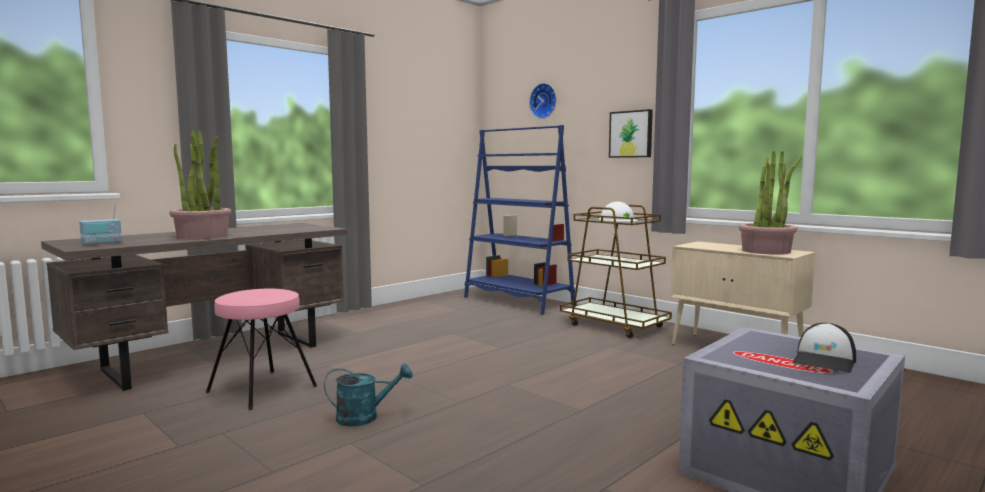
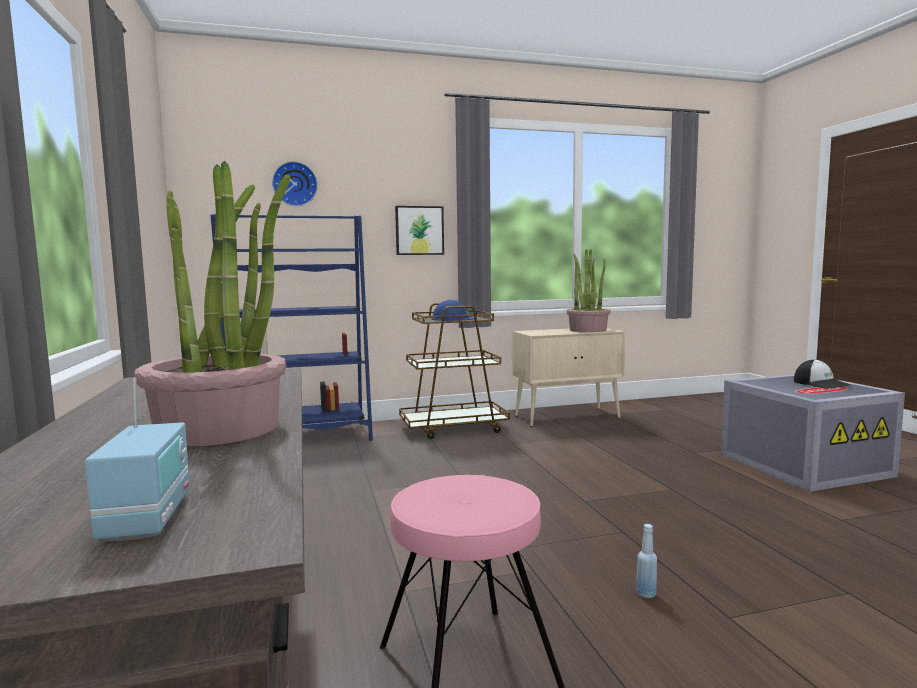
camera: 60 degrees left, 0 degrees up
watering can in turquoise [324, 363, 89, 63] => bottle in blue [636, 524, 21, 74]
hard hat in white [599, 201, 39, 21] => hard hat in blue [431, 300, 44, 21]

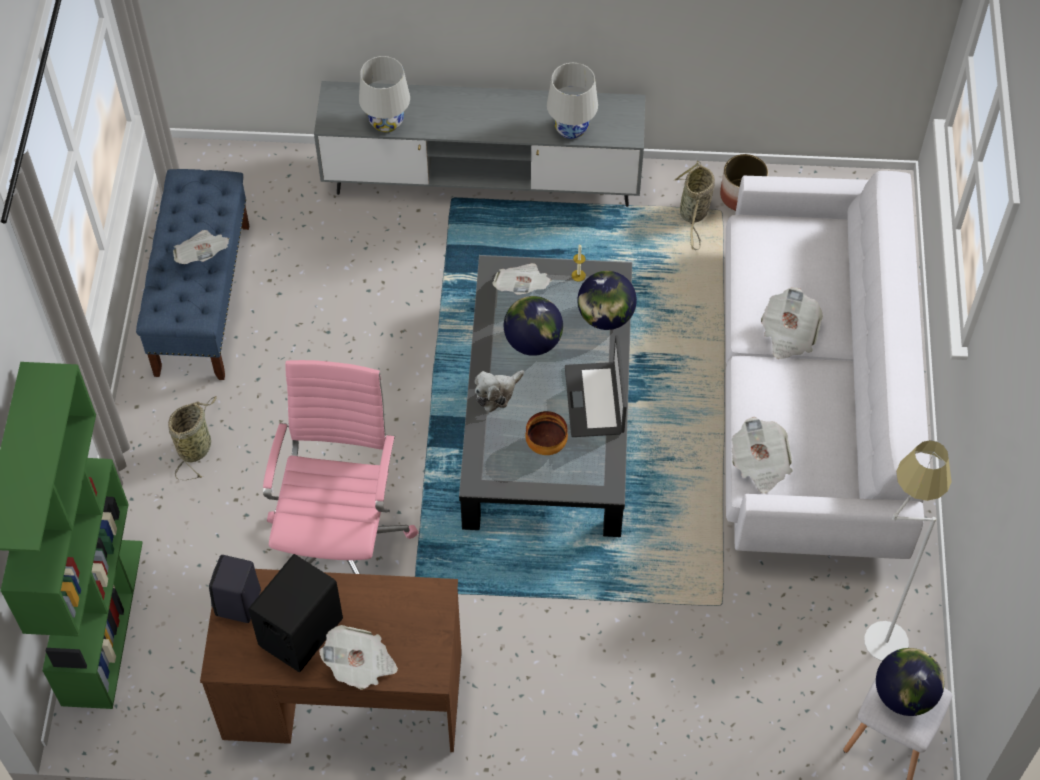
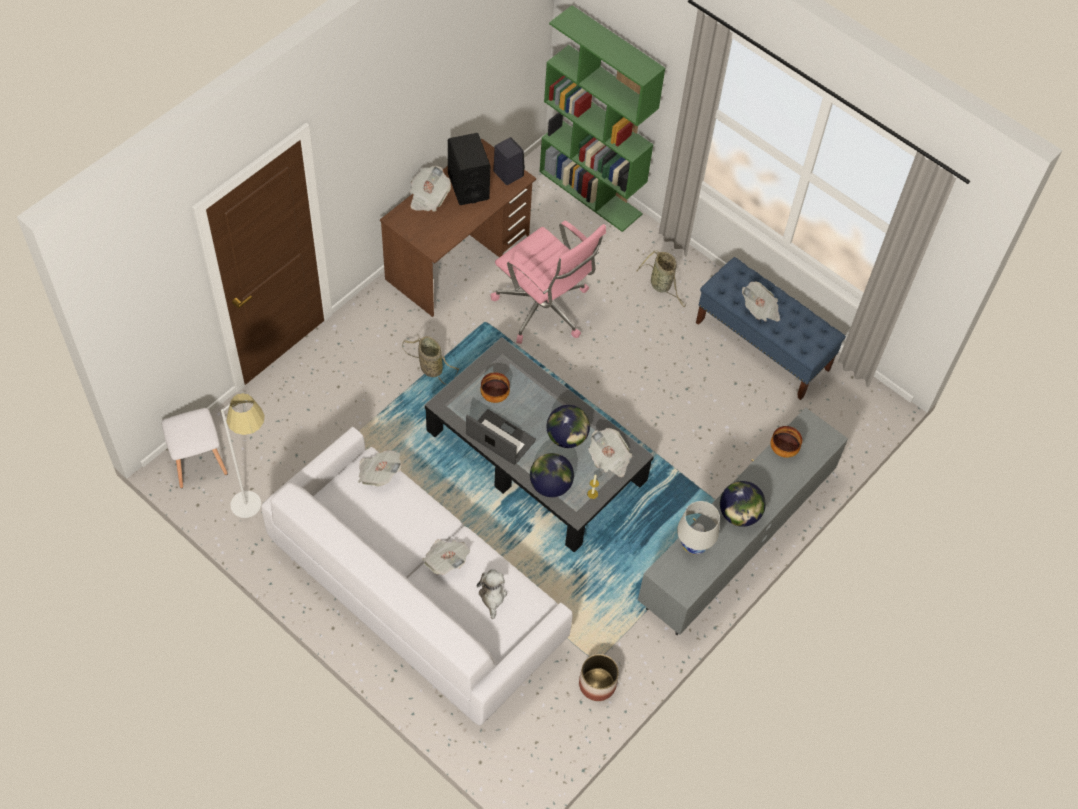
camera: 125 degrees right, 0 degrees up
table lamp in white [359, 56, 51, 77] => bowl [771, 426, 31, 32]
plush toy [475, 370, 49, 42] => plush toy [477, 569, 30, 50], moved
basket [674, 161, 41, 89] => basket [402, 336, 57, 49], moved
globe [876, 648, 68, 68] => globe [720, 481, 46, 46], moved

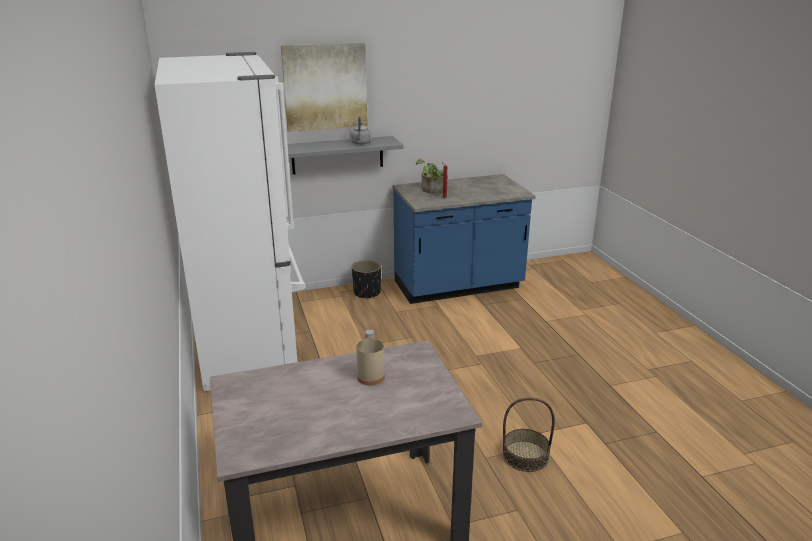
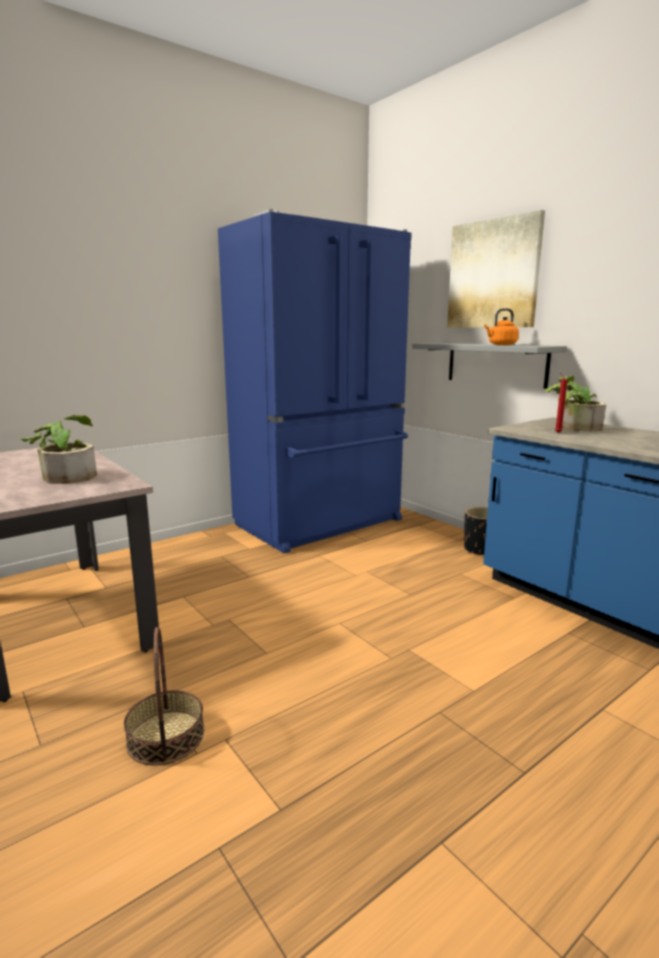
camera: 70 degrees right, 10 degrees down
fridge in white [155, 52, 151, 339] => fridge in blue [218, 209, 194, 344]
kettle in grey [350, 116, 22, 29] => kettle in orange [484, 308, 35, 37]
bottle in beige [356, 330, 29, 56] => potted plant [20, 415, 77, 69]

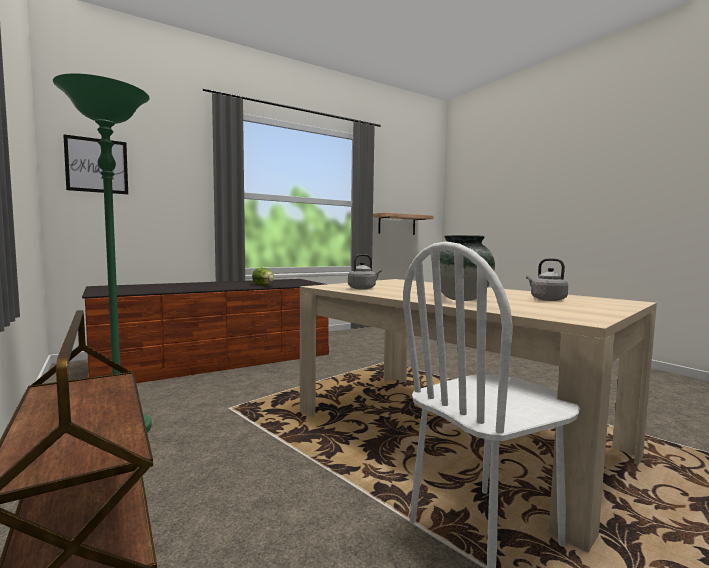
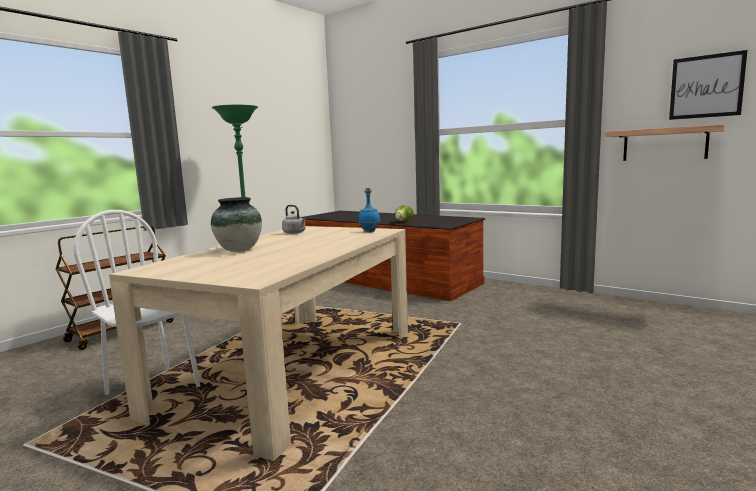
camera: 70 degrees right, 5 degrees up
picture [63, 134, 65, 60] => picture [669, 50, 78, 70], moved
kettle in grey [526, 258, 42, 43] => nothing
nothing => bottle in blue [358, 188, 22, 44]

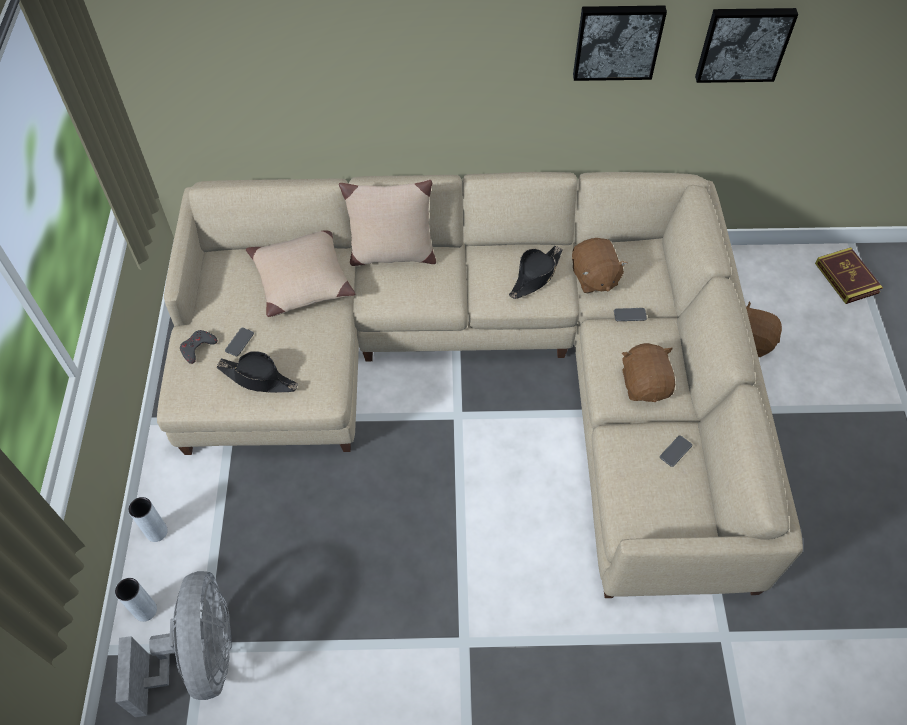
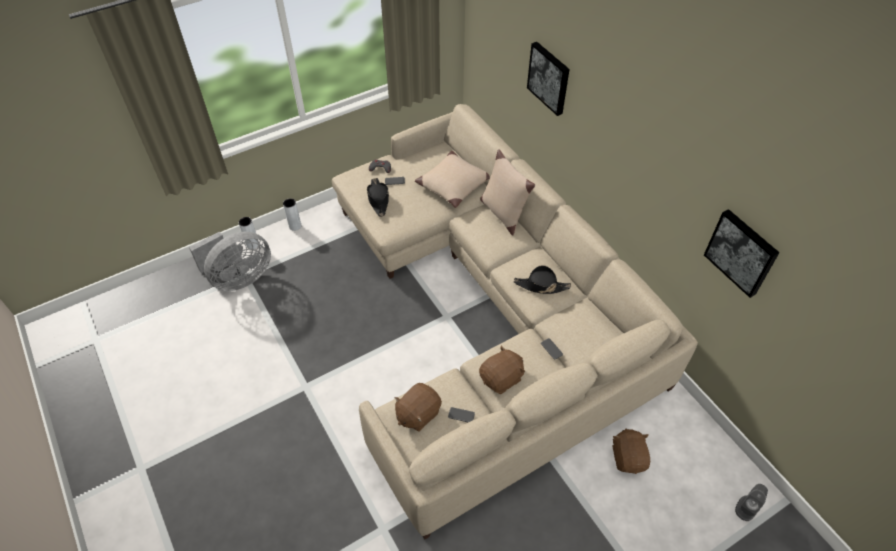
camera: 60 degrees right, 5 degrees down
plush toy in brown [572, 238, 55, 55] => plush toy in brown [394, 383, 48, 49], moved
picture [573, 6, 94, 75] => picture [527, 42, 43, 74], moved
book [815, 247, 68, 57] => speaker in grey [735, 484, 33, 37]

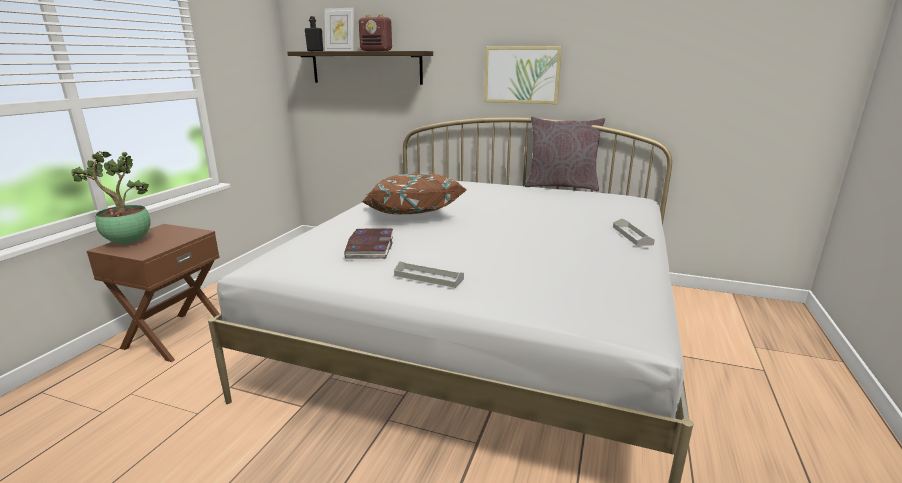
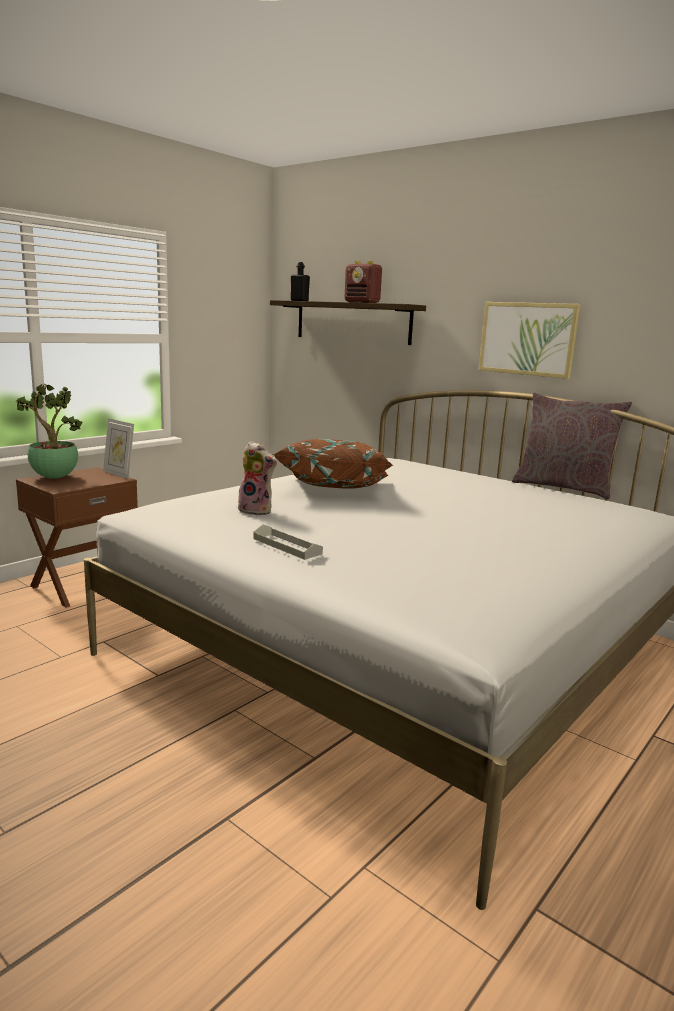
camera: 20 degrees right, 5 degrees down
picture frame [325, 8, 29, 43] => picture frame [103, 418, 31, 61], moved
book [344, 228, 50, 31] => plush toy [238, 441, 39, 75]
tray in grey [613, 218, 42, 28] => nothing

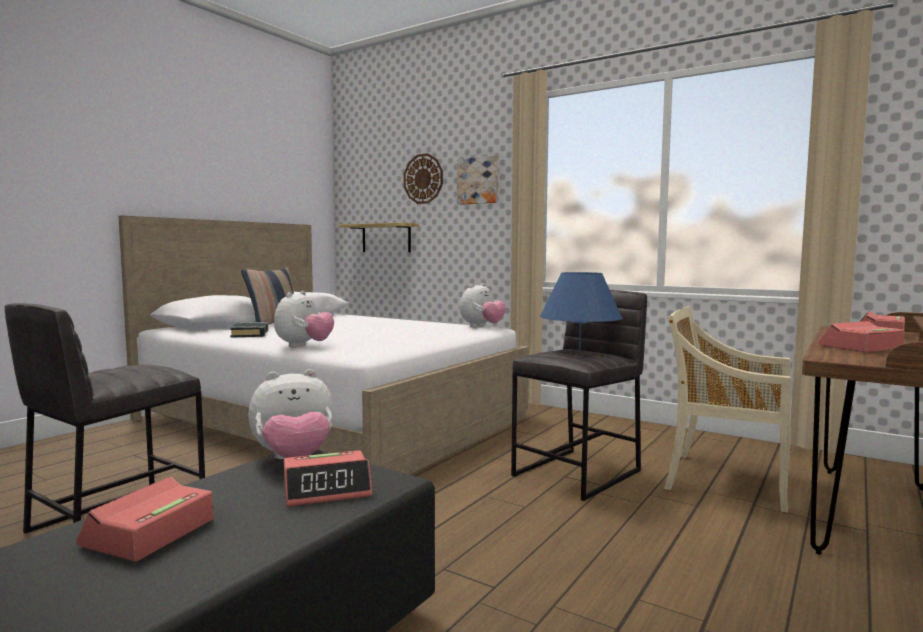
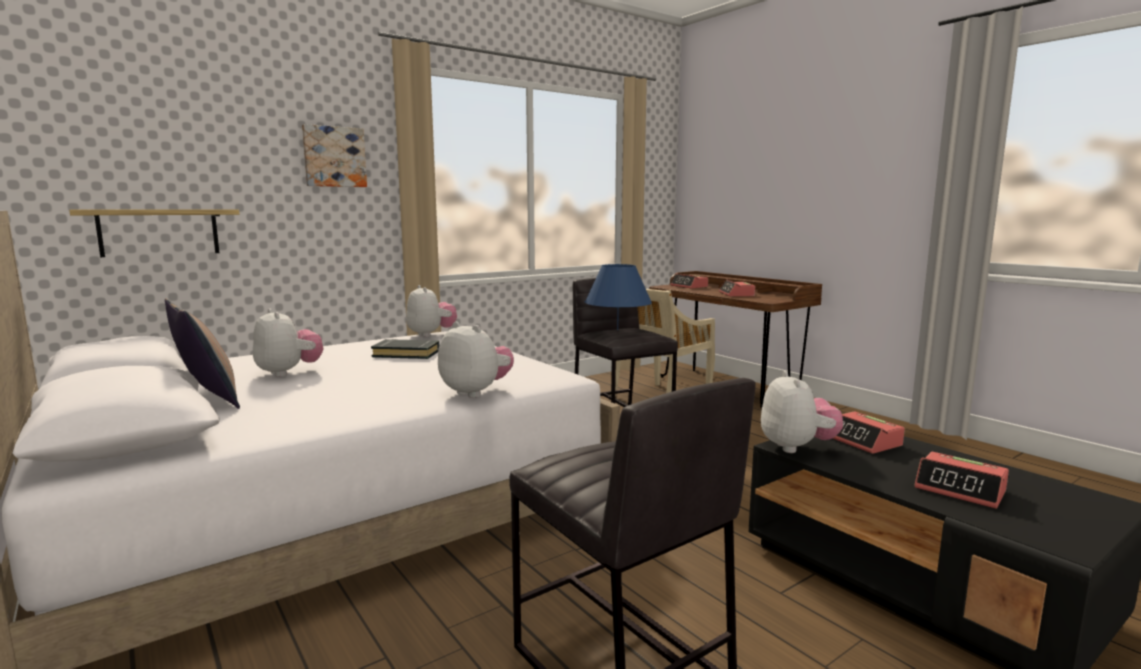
camera: 70 degrees left, 5 degrees up
book in black [230, 322, 39, 16] => book in black [371, 339, 68, 20], moved
alarm clock [284, 450, 88, 57] => alarm clock [832, 411, 73, 43], 150 degrees clockwise
wall clock [404, 153, 39, 51] => nothing
nothing => plush toy [253, 309, 70, 68]

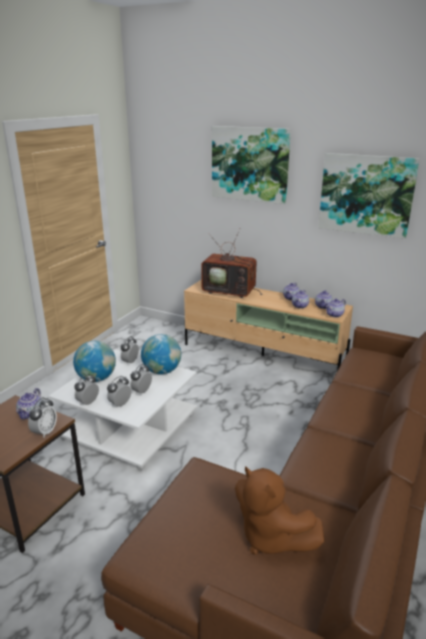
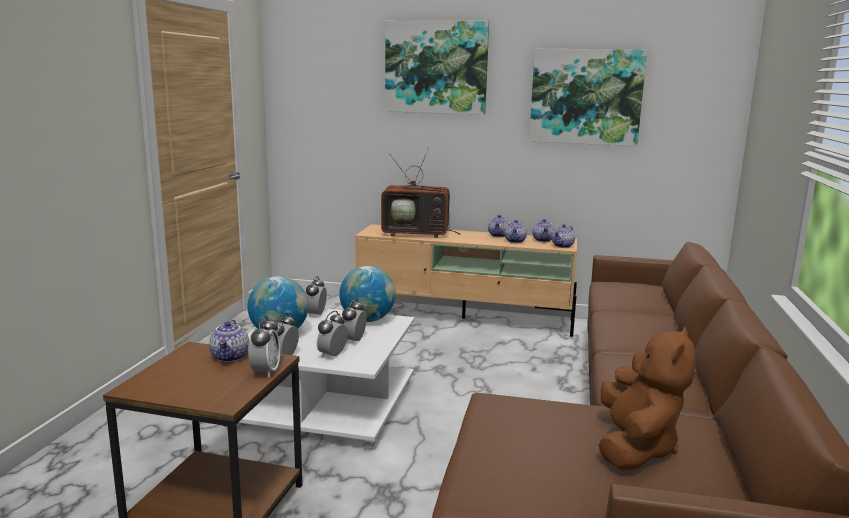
camera: 15 degrees left, 10 degrees down
plush toy in brown [235, 466, 90, 89] => plush toy in brown [599, 327, 97, 143], 105 degrees counterclockwise

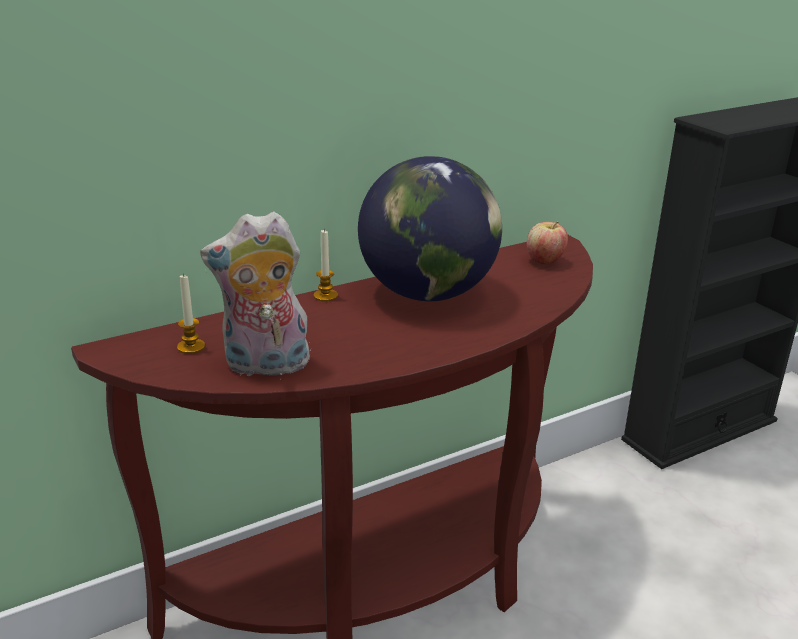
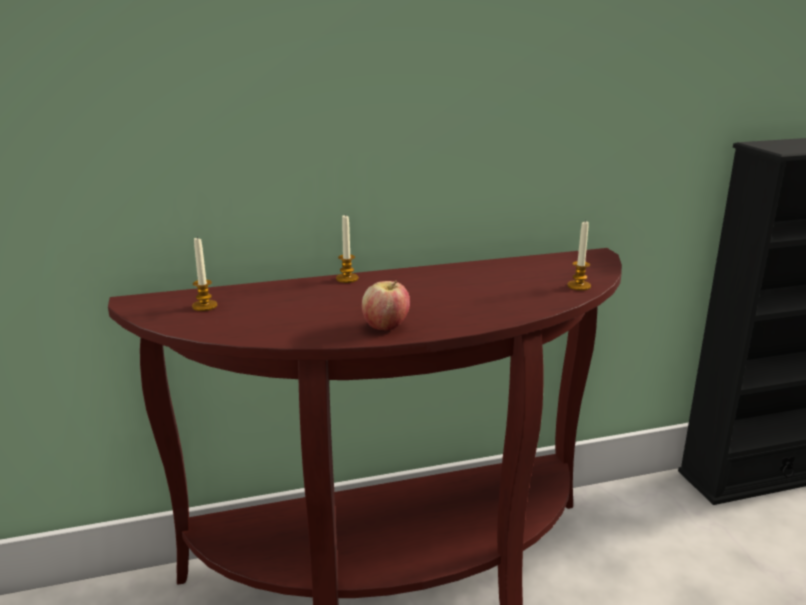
camera: 15 degrees right, 5 degrees down
plush toy [200, 211, 111, 165] => nothing
globe [358, 156, 144, 145] => nothing
apple [527, 221, 41, 43] => apple [362, 280, 48, 51], moved
nothing => candle [567, 220, 24, 71]

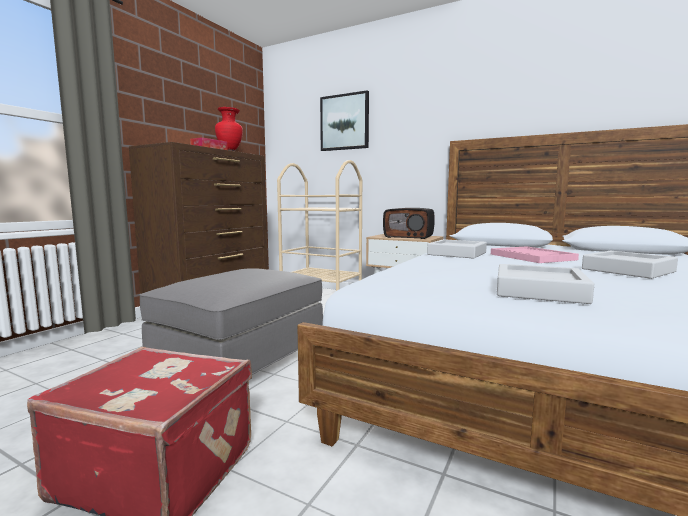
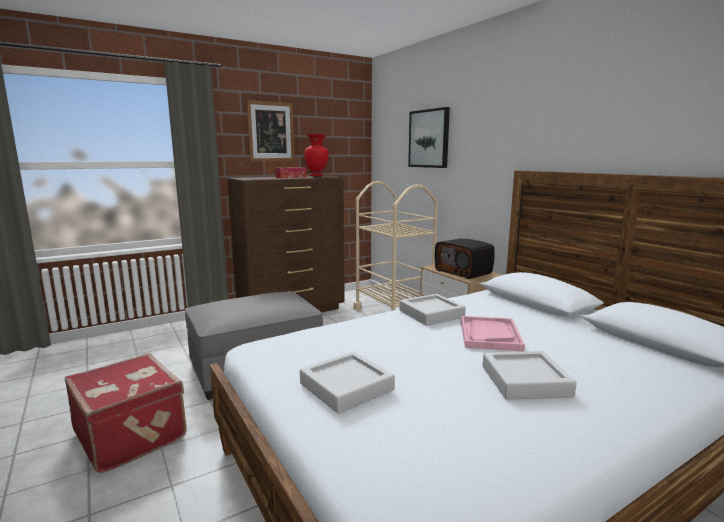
camera: 30 degrees right, 5 degrees up
nothing => picture [247, 100, 48, 61]

